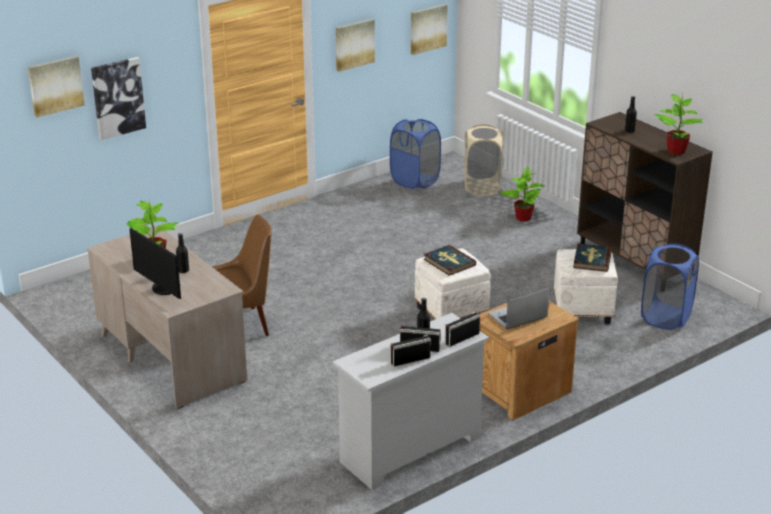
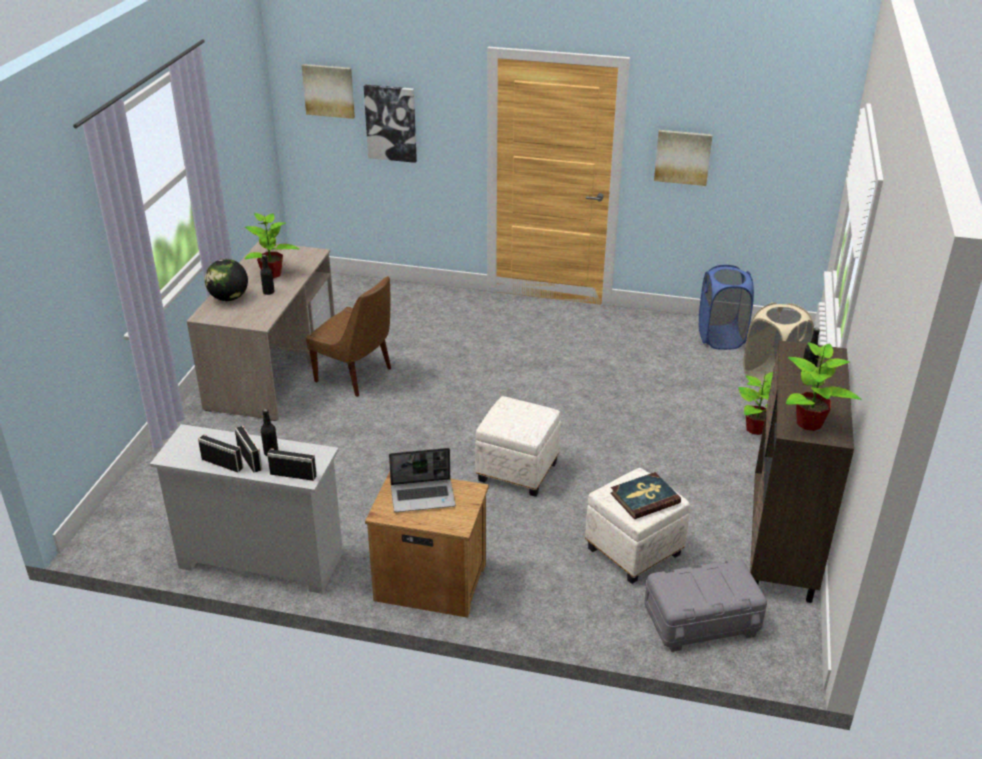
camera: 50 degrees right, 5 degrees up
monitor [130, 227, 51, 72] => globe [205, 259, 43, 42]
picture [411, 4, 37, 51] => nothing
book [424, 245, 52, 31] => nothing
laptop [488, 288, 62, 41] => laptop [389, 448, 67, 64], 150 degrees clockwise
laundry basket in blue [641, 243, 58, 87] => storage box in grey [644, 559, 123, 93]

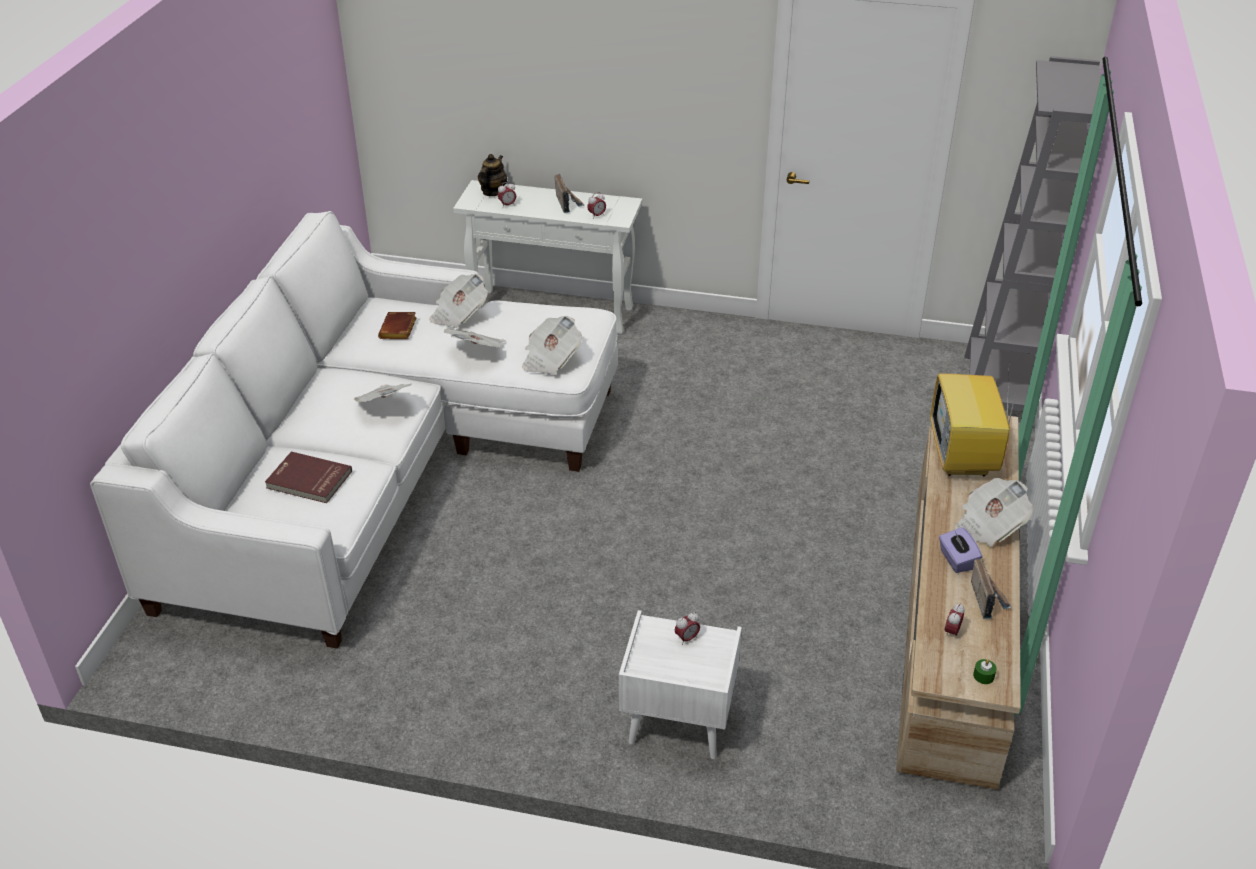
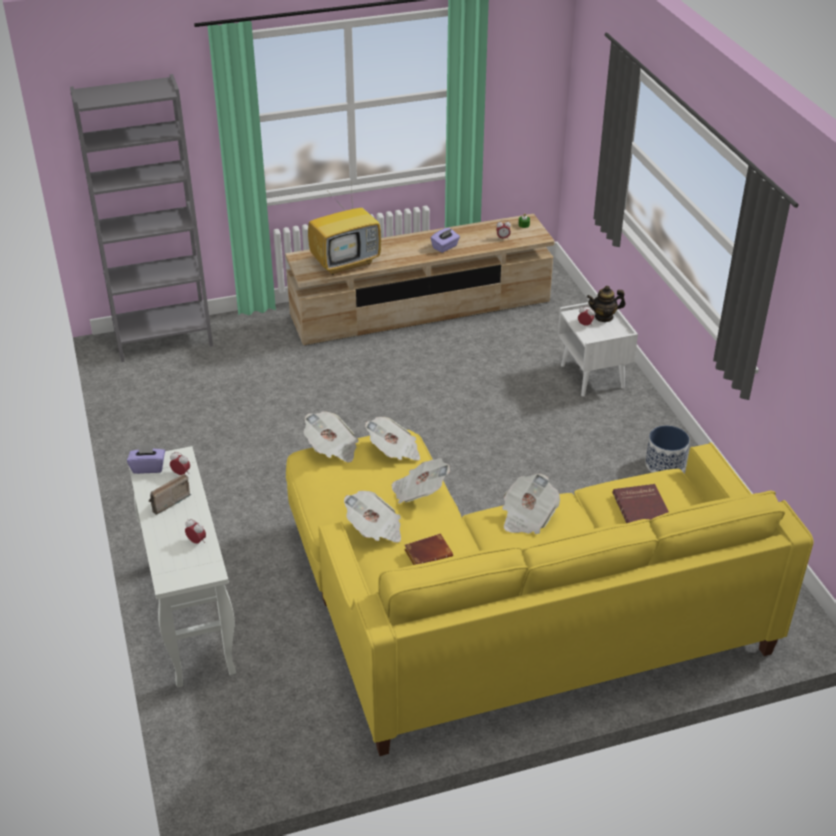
camera: 120 degrees left, 0 degrees up
sofa in white [90, 211, 528, 438] => sofa in yellow [286, 430, 528, 326]
teapot [478, 154, 29, 42] => teapot [587, 286, 38, 36], moved
newspaper [954, 478, 79, 68] => newspaper [303, 412, 56, 50], moved
radio [971, 558, 41, 61] => nothing
nothing => tissue box in purple [127, 444, 38, 30]
nothing => planter [645, 426, 45, 47]

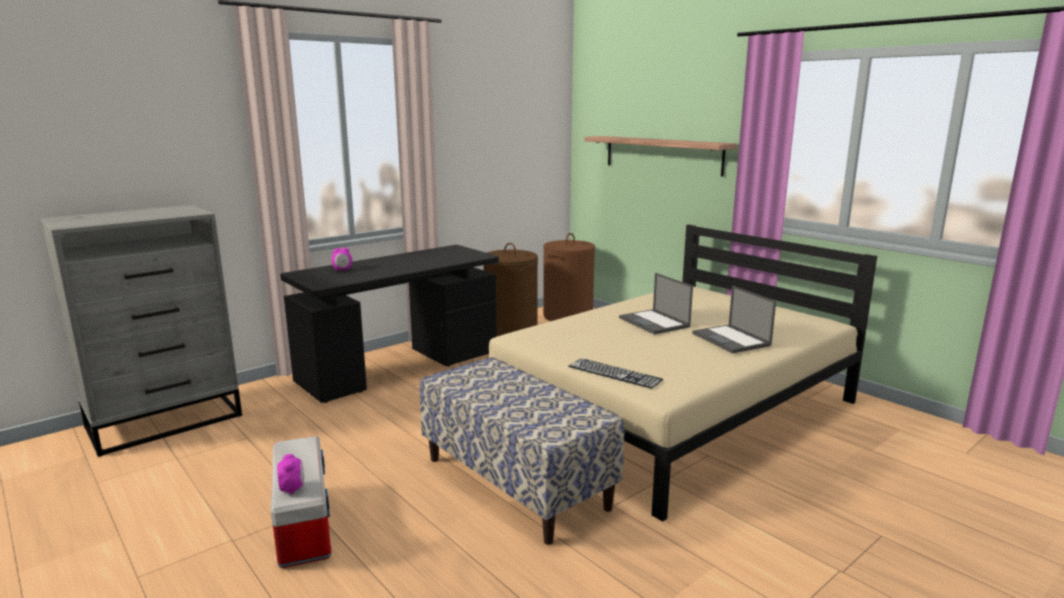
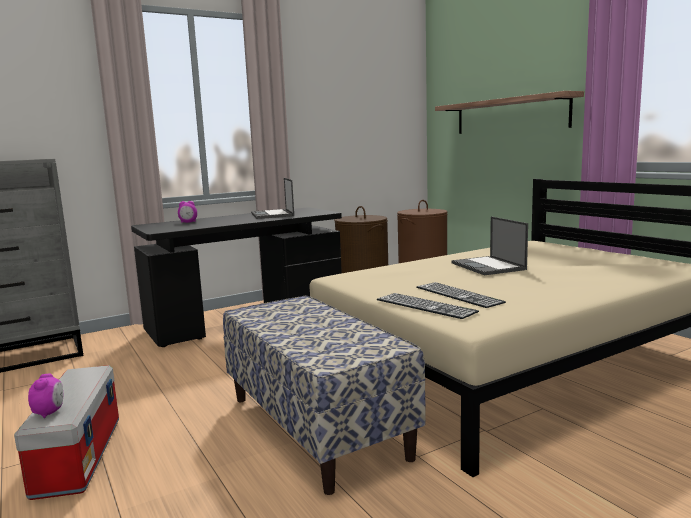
camera: 10 degrees right, 5 degrees down
laptop [692, 286, 84, 67] => laptop [251, 178, 43, 41], moved
nothing => keyboard [416, 282, 90, 26]

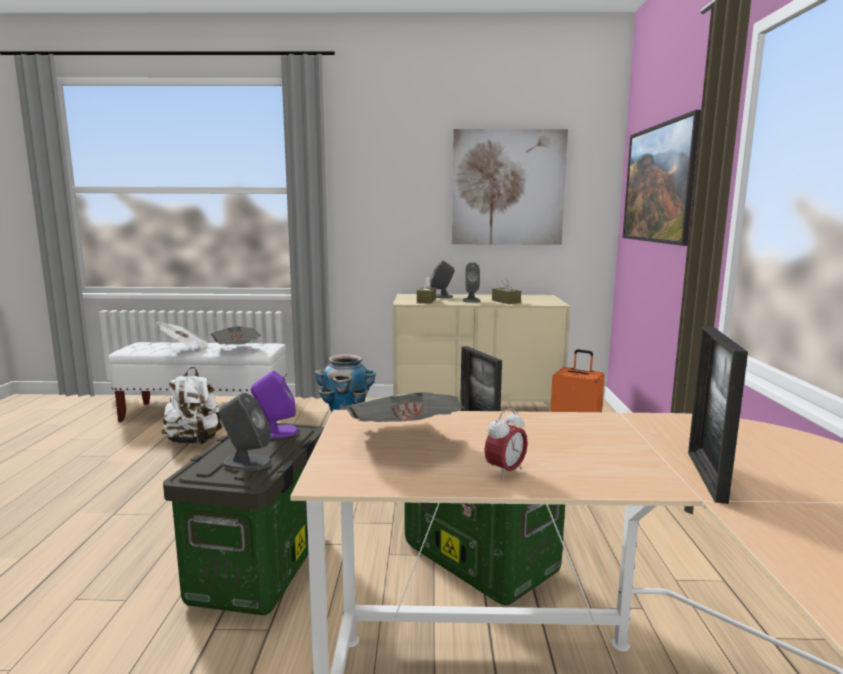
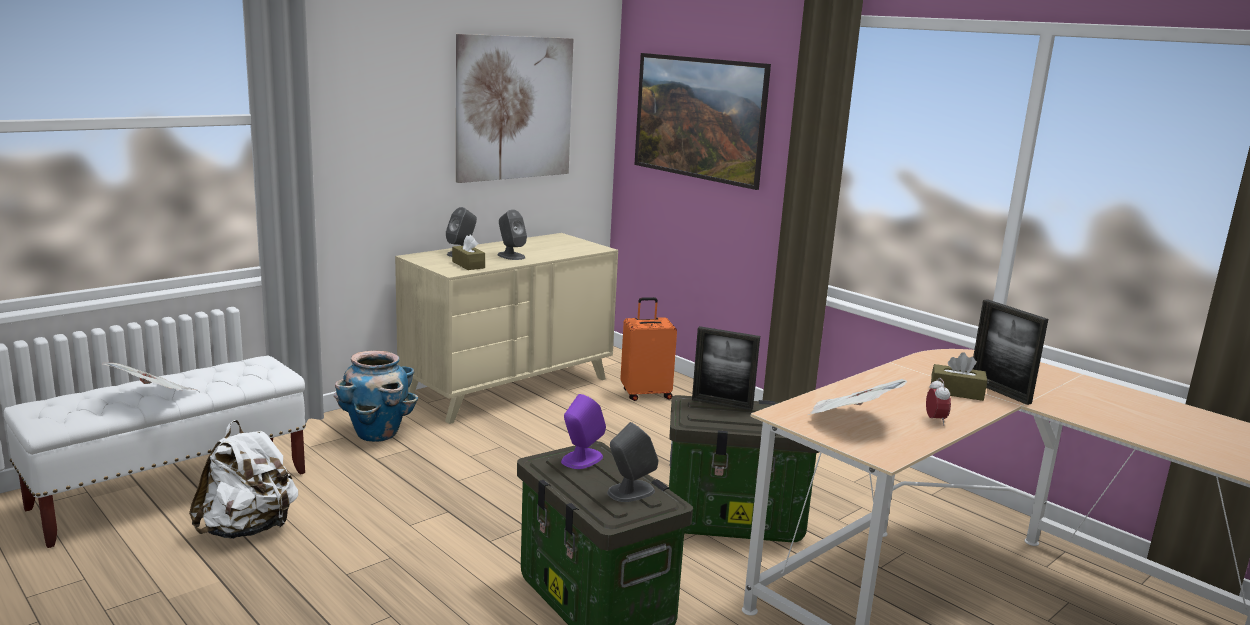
camera: 45 degrees left, 5 degrees up
newspaper [210, 326, 51, 19] => nothing
tissue box in brown [492, 278, 29, 26] => tissue box in brown [931, 352, 56, 49], moved

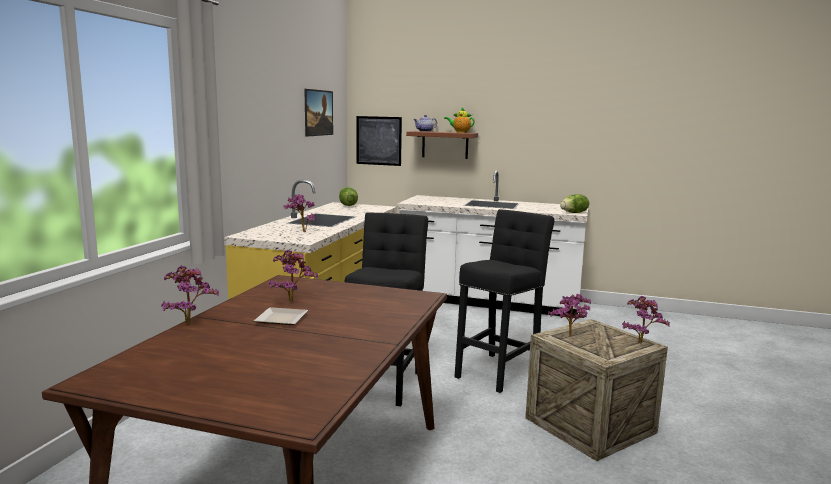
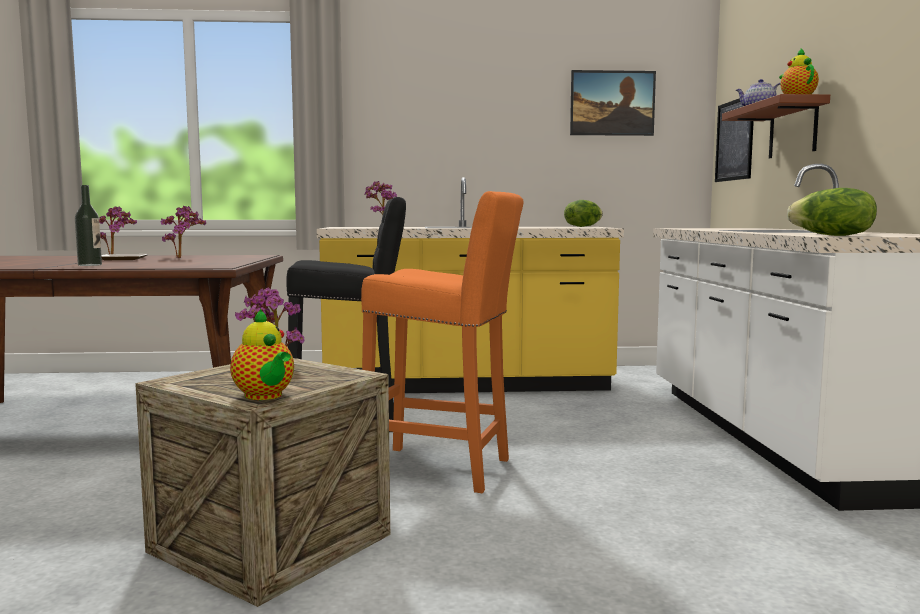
camera: 70 degrees right, 5 degrees down
stool in black [455, 209, 99, 184] => stool in orange [361, 191, 162, 302]
potted plant [622, 296, 48, 47] => teapot [230, 309, 64, 91]
nothing => bottle [75, 185, 27, 81]

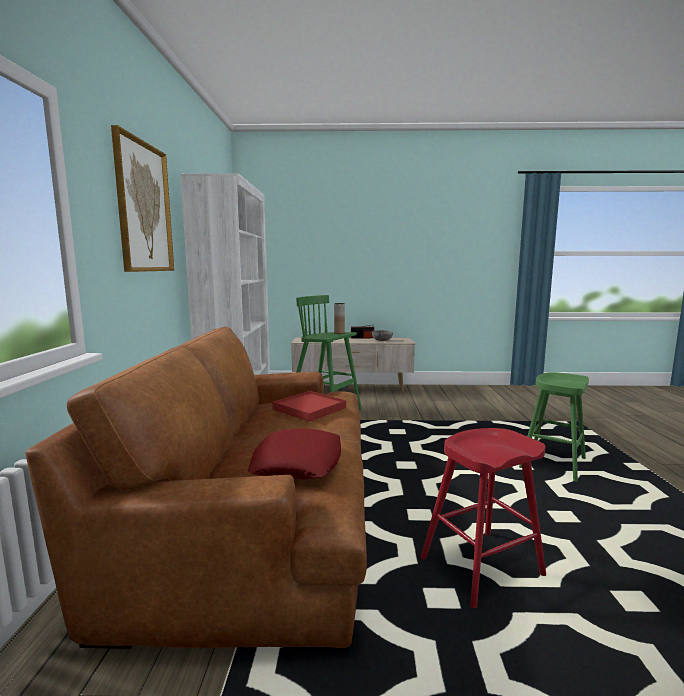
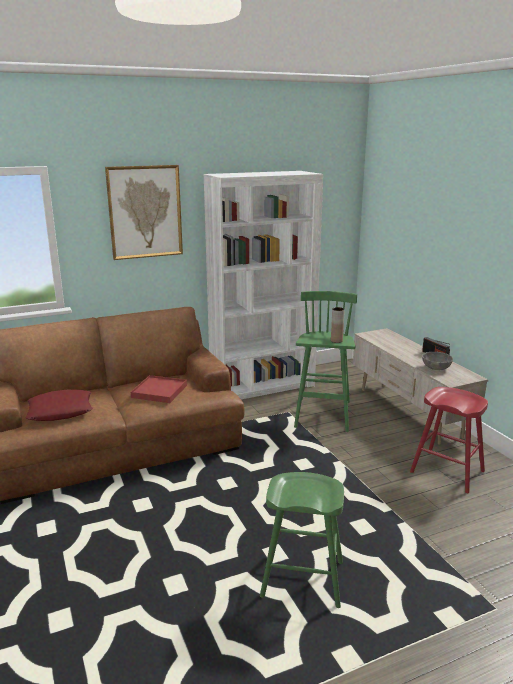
camera: 65 degrees right, 10 degrees up
stool in red [420, 428, 126, 180] => stool in red [410, 387, 78, 107], moved

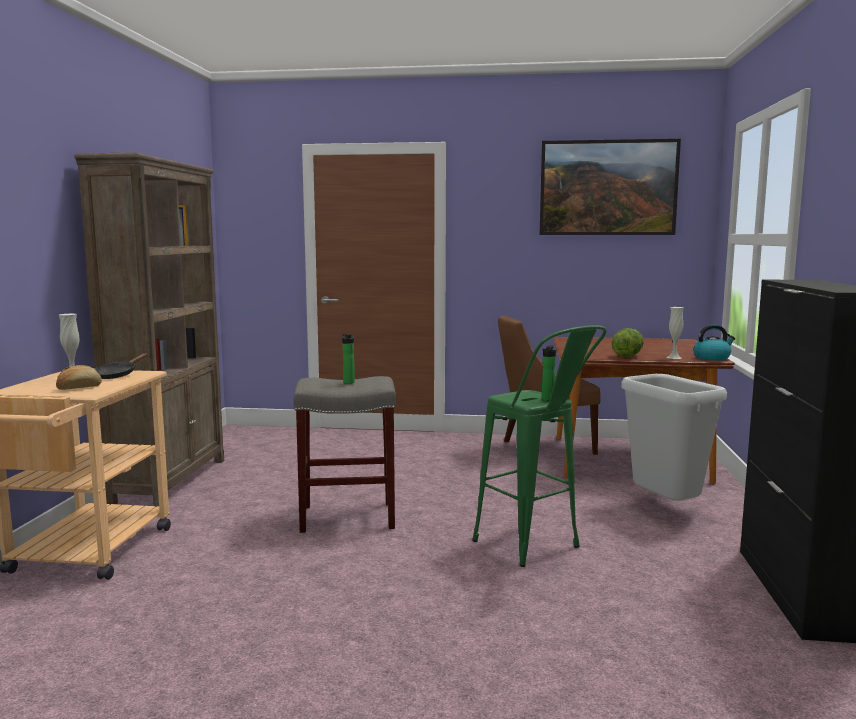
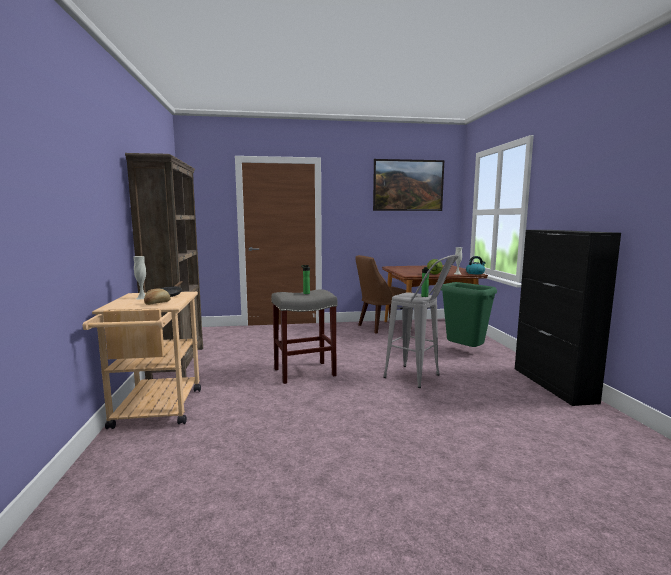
camera: 15 degrees left, 0 degrees up
stool in green [472, 325, 135, 242] => stool in grey [383, 255, 75, 133]
trash can in grey [621, 374, 106, 127] => trash can in green [441, 282, 56, 65]

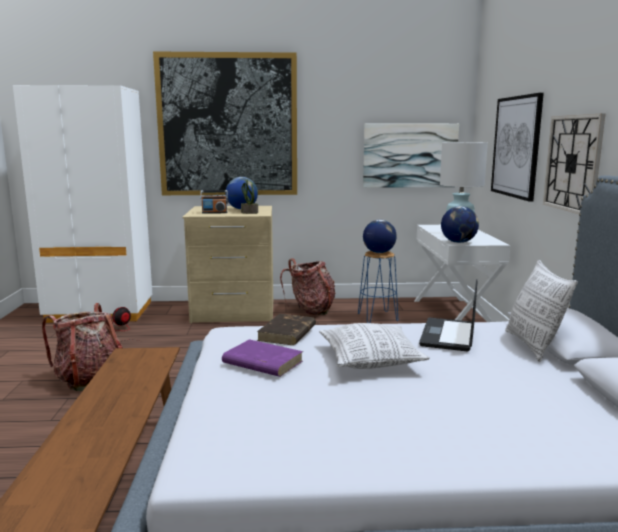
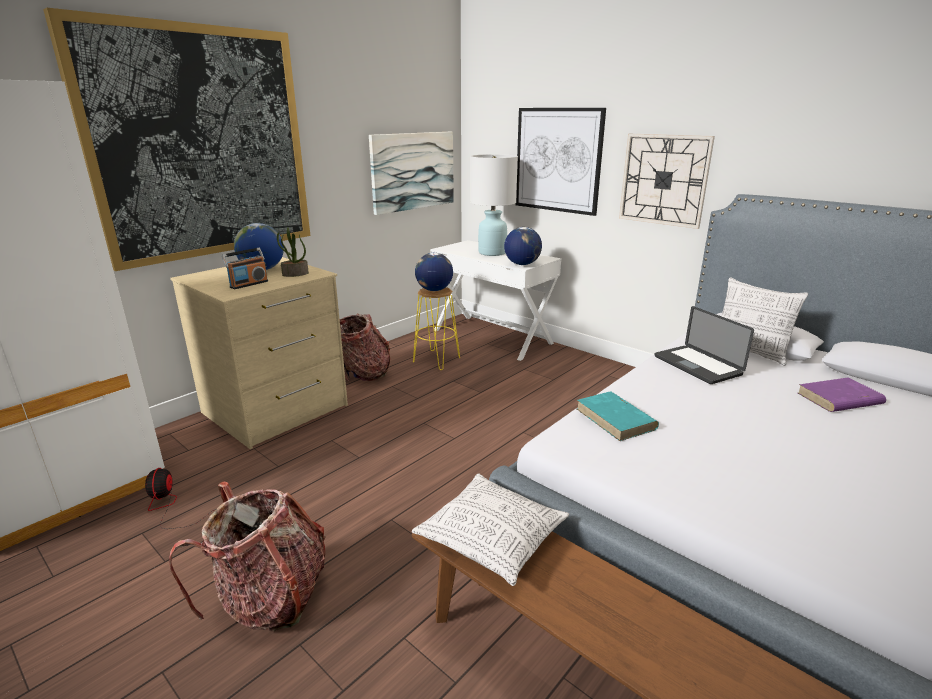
camera: 45 degrees left, 10 degrees up
book in purple [222, 339, 81, 38] => book in purple [798, 377, 88, 35], moved
book in brown [257, 314, 59, 31] => book in turquoise [577, 391, 82, 50]
pillow [319, 323, 111, 46] => pillow [412, 474, 157, 112], moved
stool in blue [358, 251, 40, 72] => stool in yellow [413, 287, 47, 83]

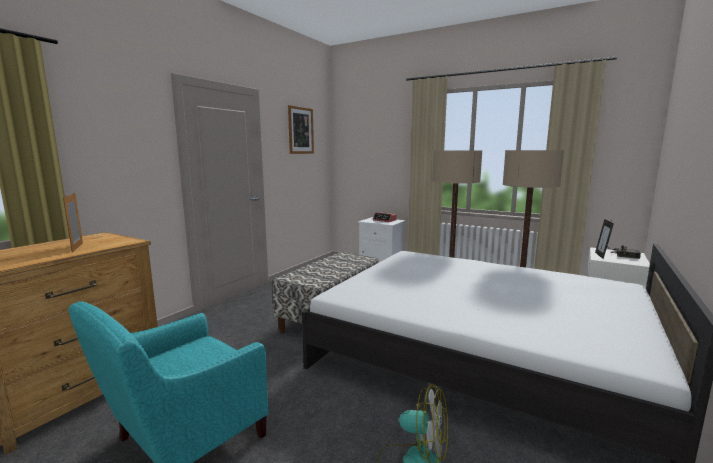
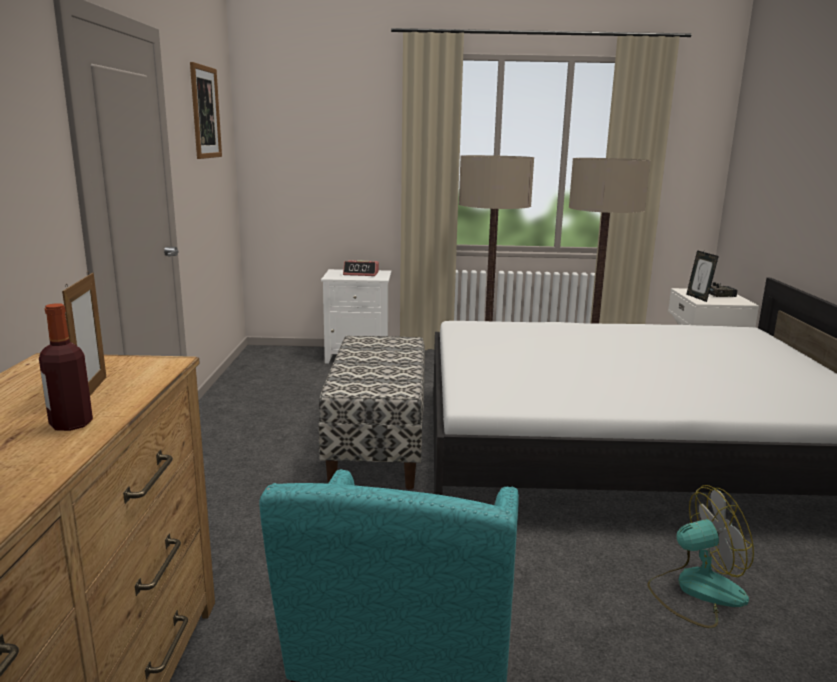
camera: 30 degrees left, 5 degrees up
picture frame [63, 192, 20, 60] => picture frame [62, 271, 44, 125], 135 degrees counterclockwise
nothing => bottle [39, 303, 54, 128]

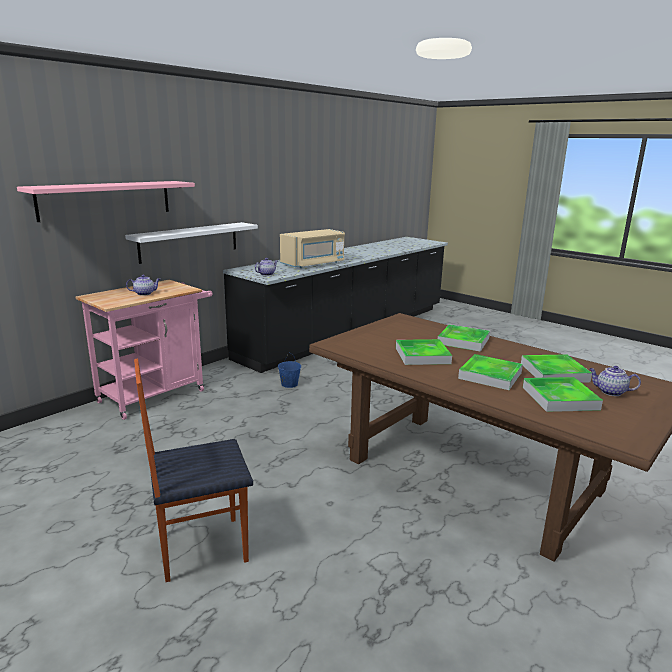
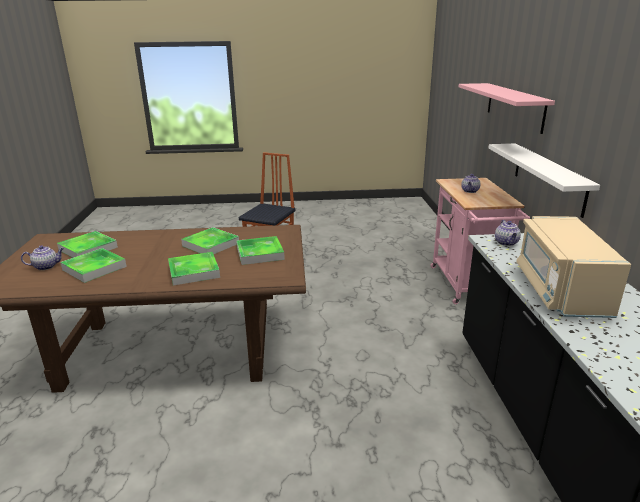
camera: 135 degrees right, 5 degrees up
bucket in blue [278, 353, 23, 35] => nothing
tray [458, 354, 65, 36] => tray [236, 236, 49, 29], moved

